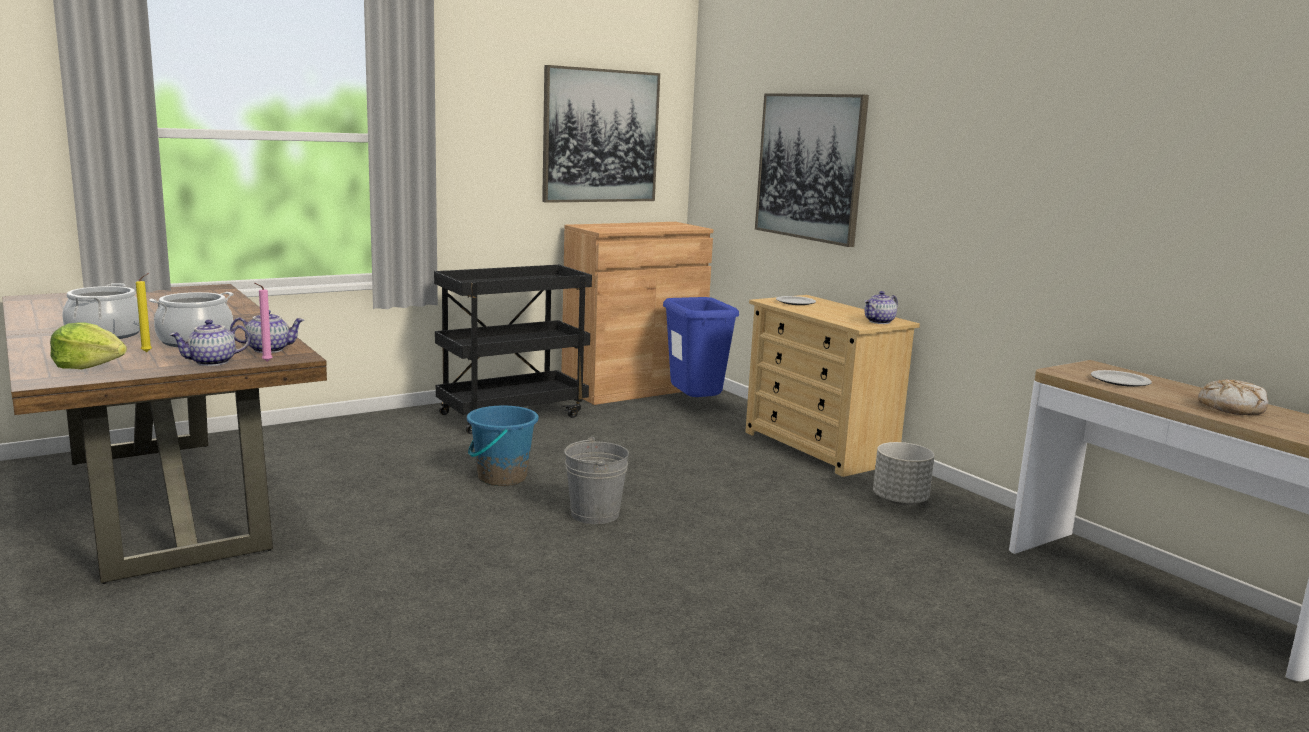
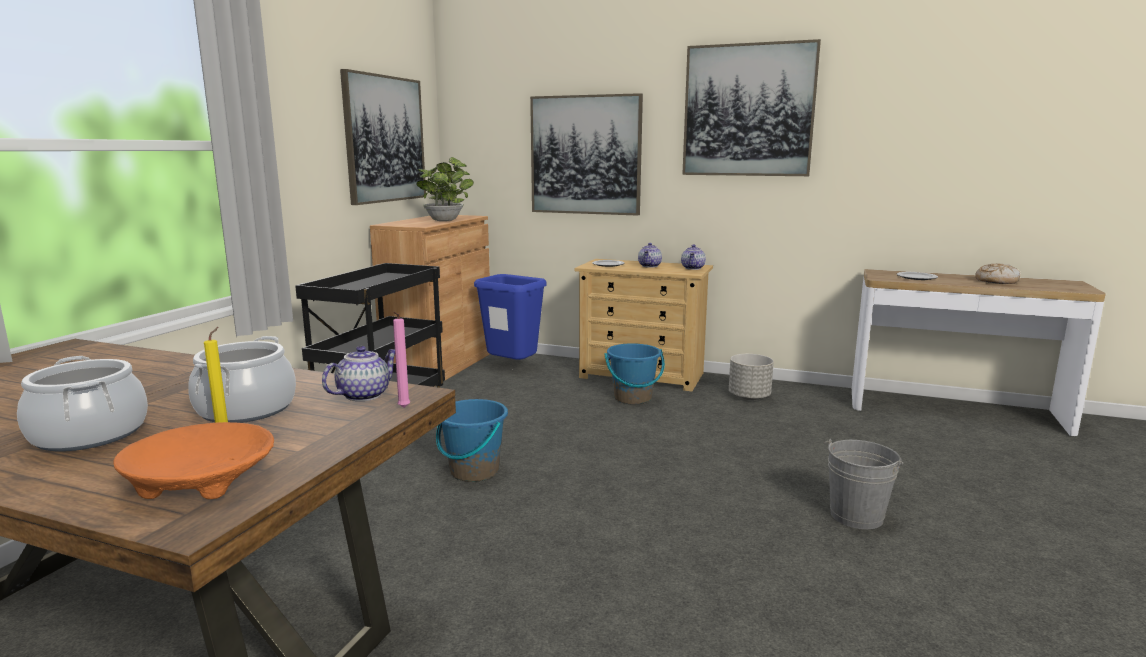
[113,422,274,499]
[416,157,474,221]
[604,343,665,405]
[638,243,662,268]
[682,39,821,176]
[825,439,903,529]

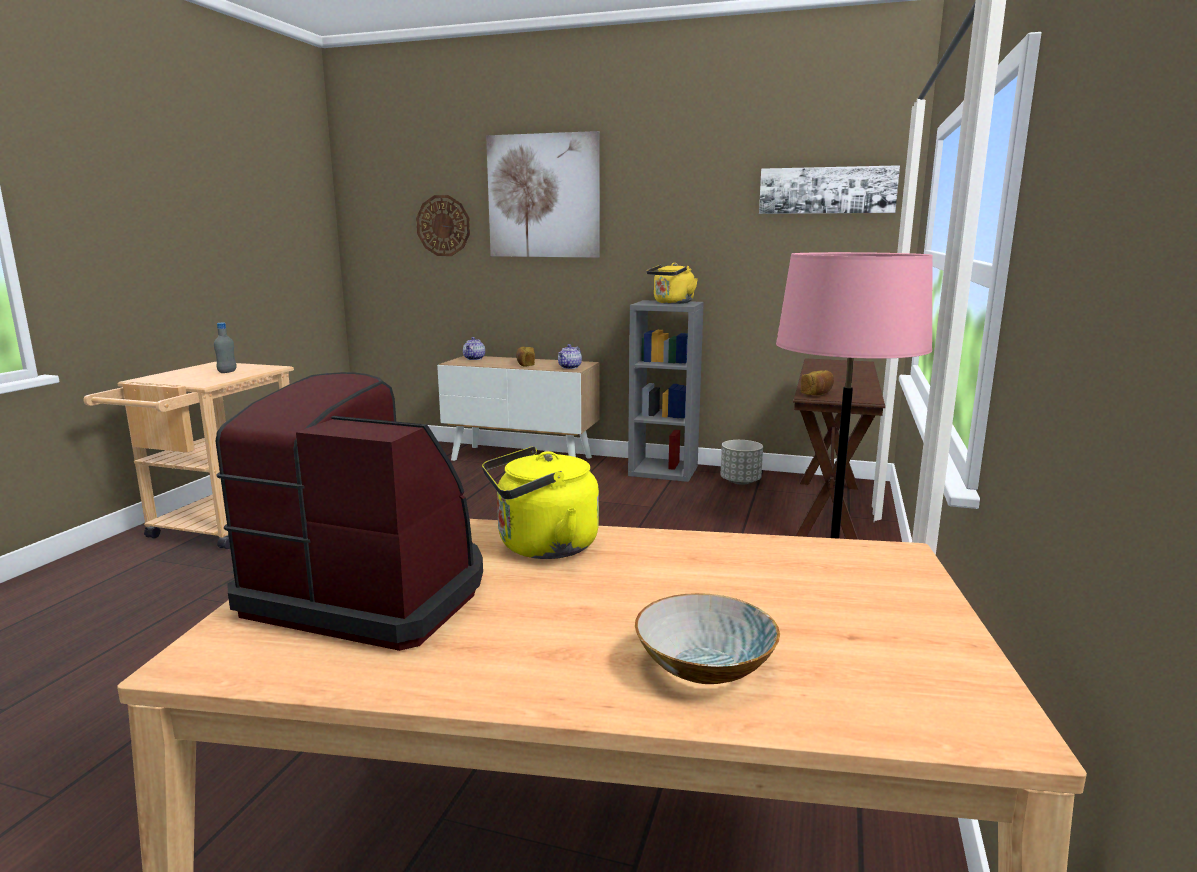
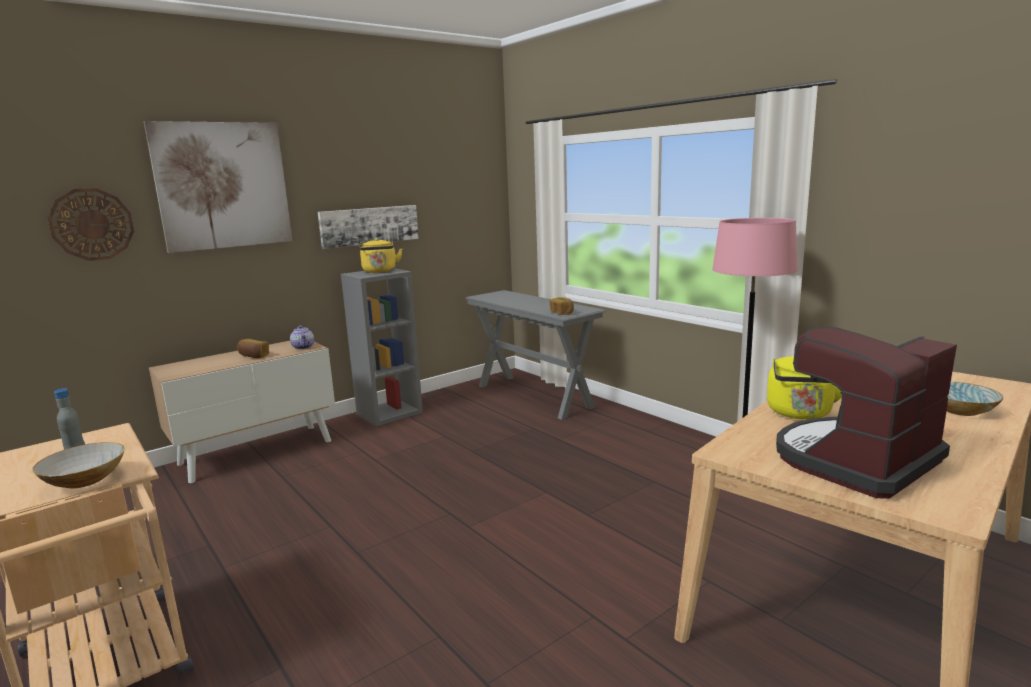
[32,442,125,489]
[318,205,419,249]
[465,290,606,420]
[463,337,485,360] (first image)
[720,440,763,485] (first image)

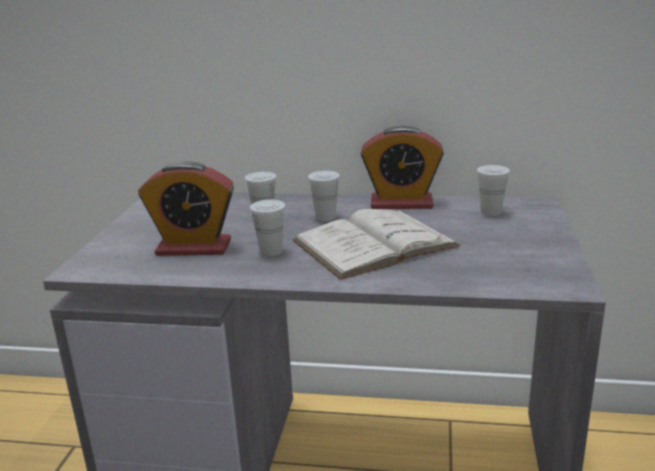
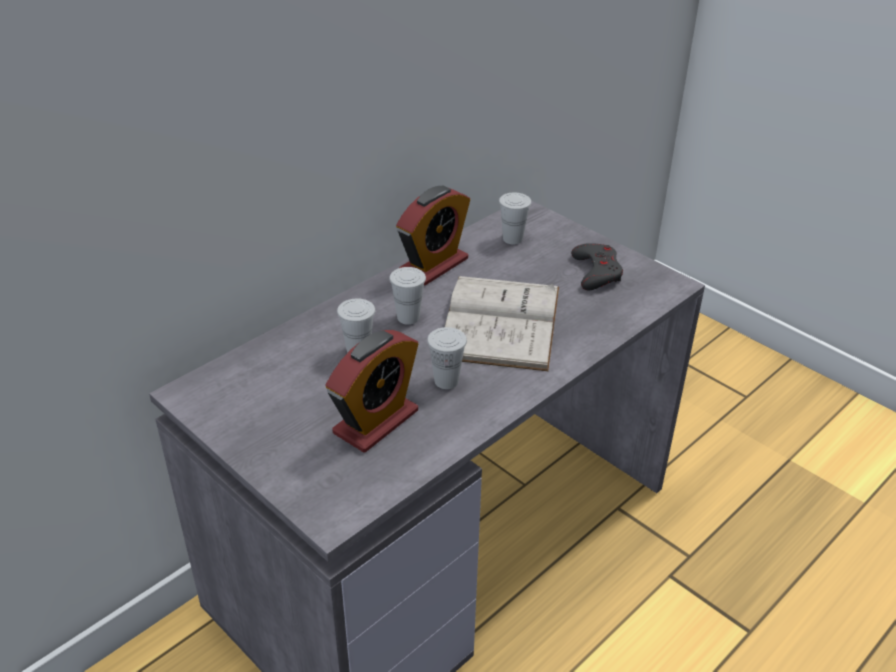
[571,243,623,291]

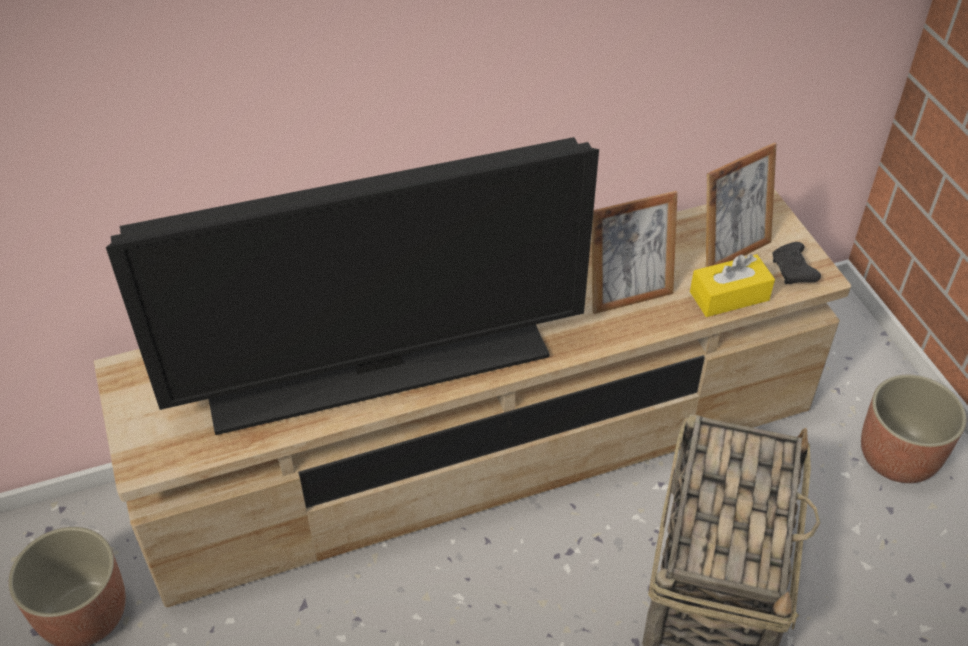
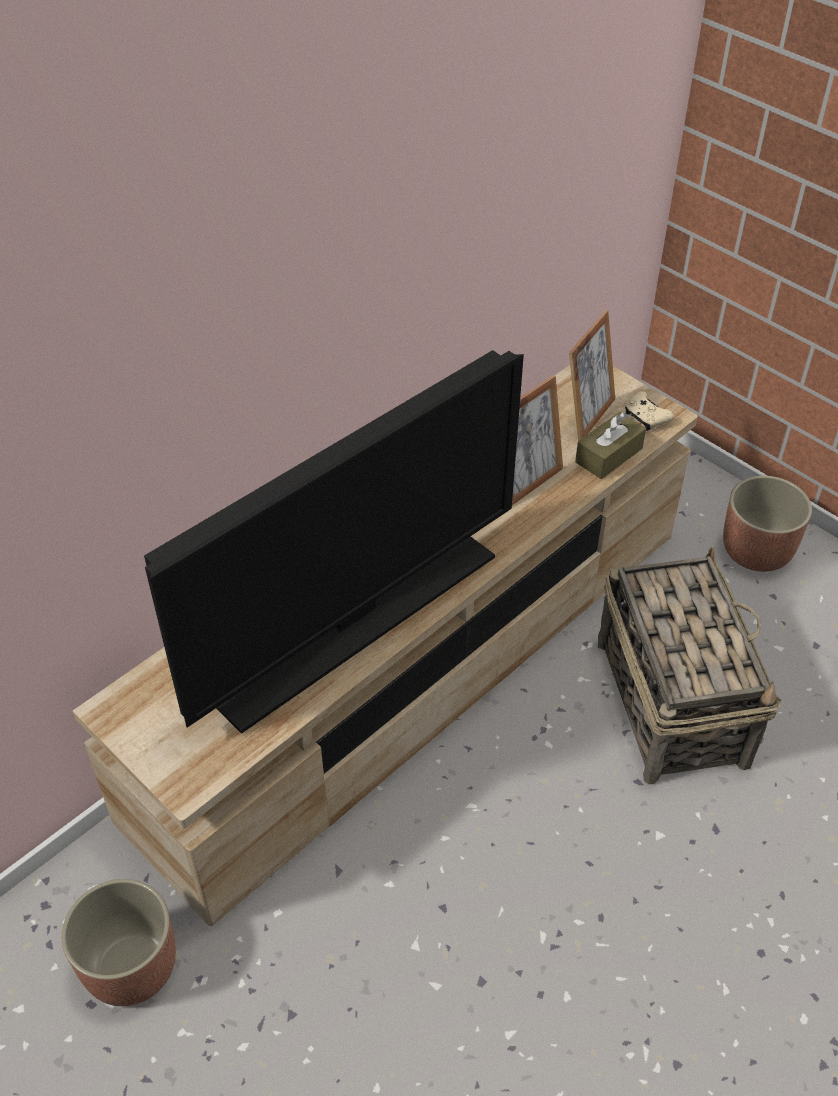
[575,412,646,479]
[625,391,674,431]

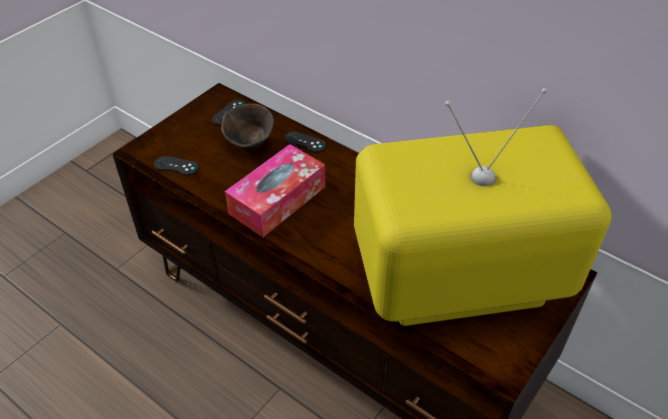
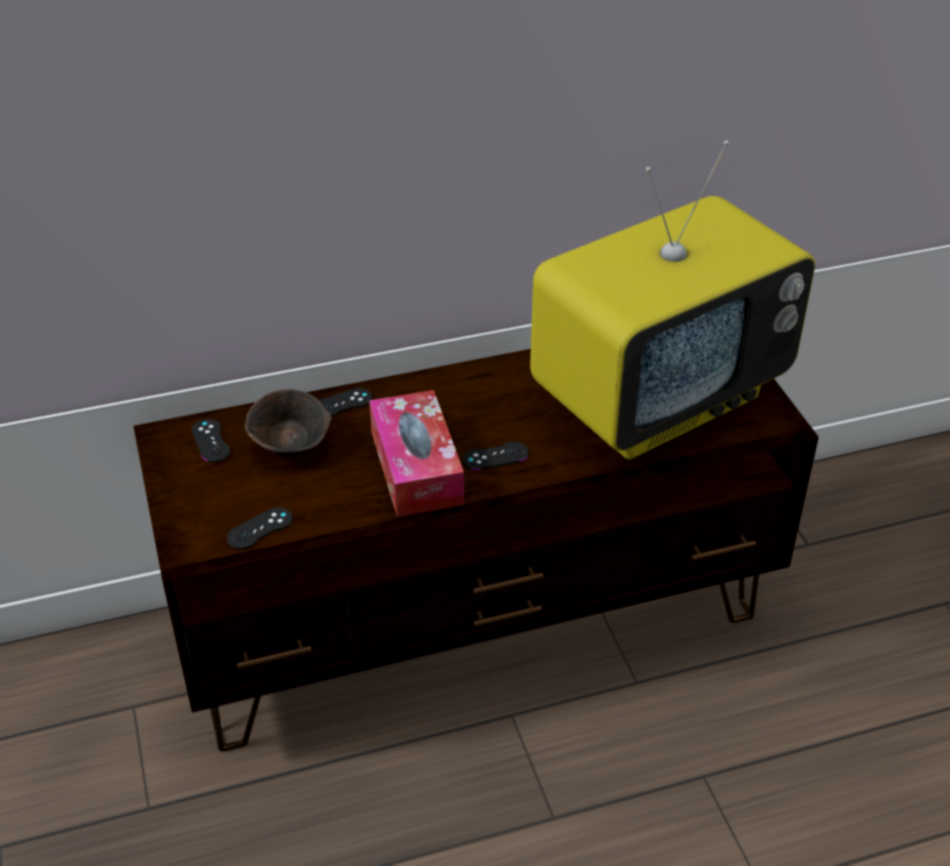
[463,442,529,470]
[530,140,815,459]

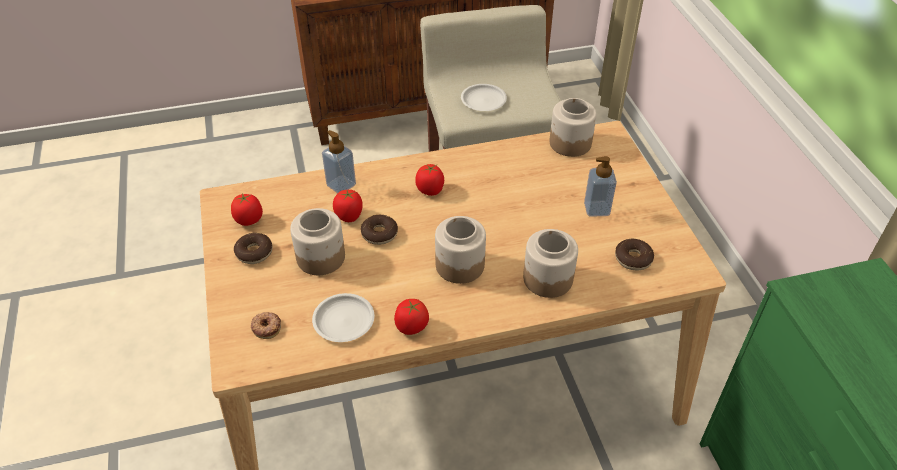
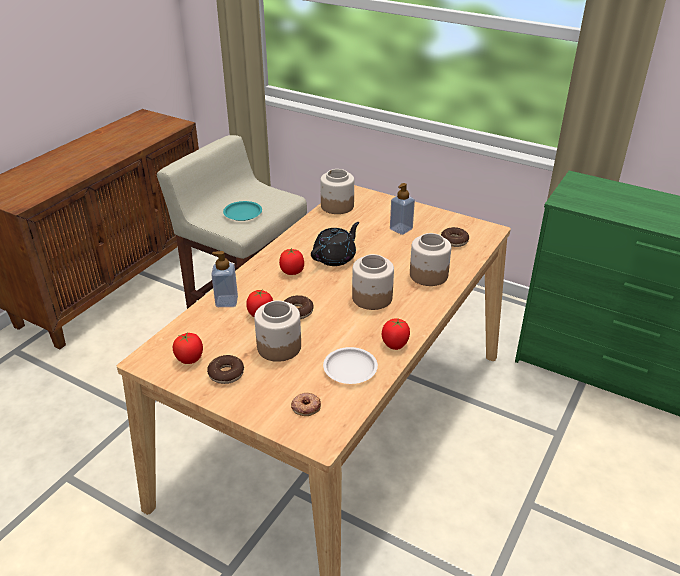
[223,201,262,221]
[311,222,359,266]

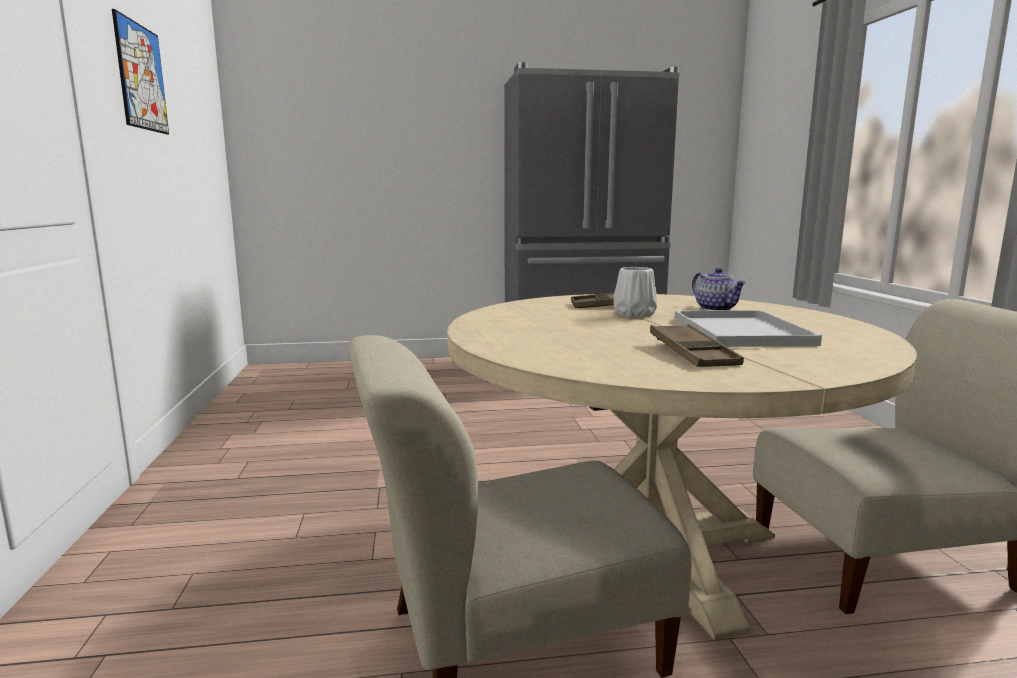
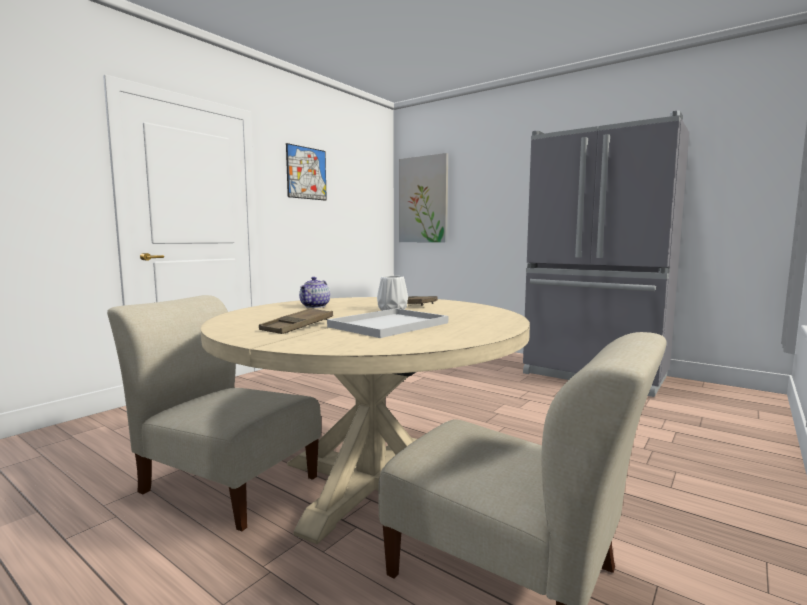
[299,277,330,308]
[399,153,448,243]

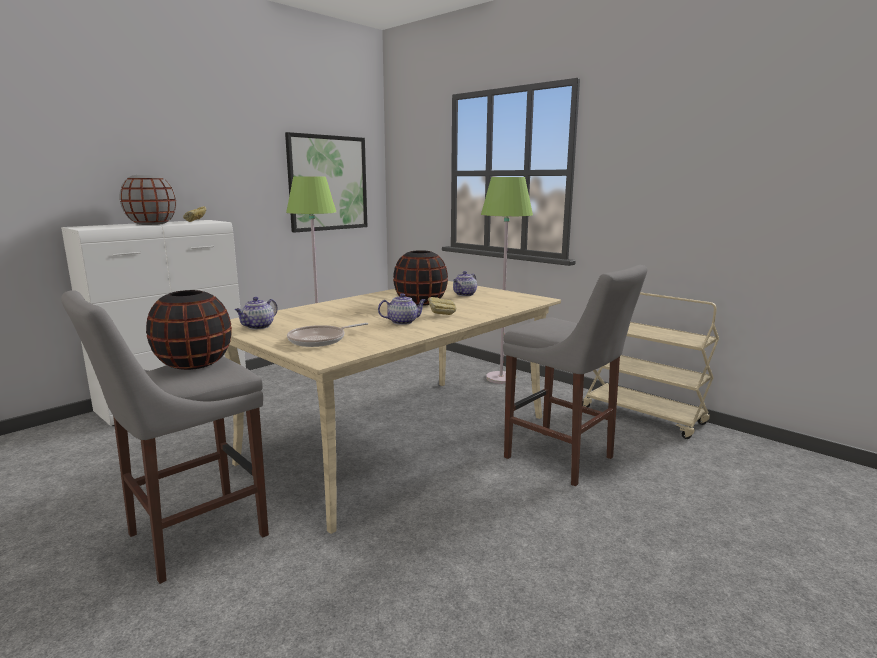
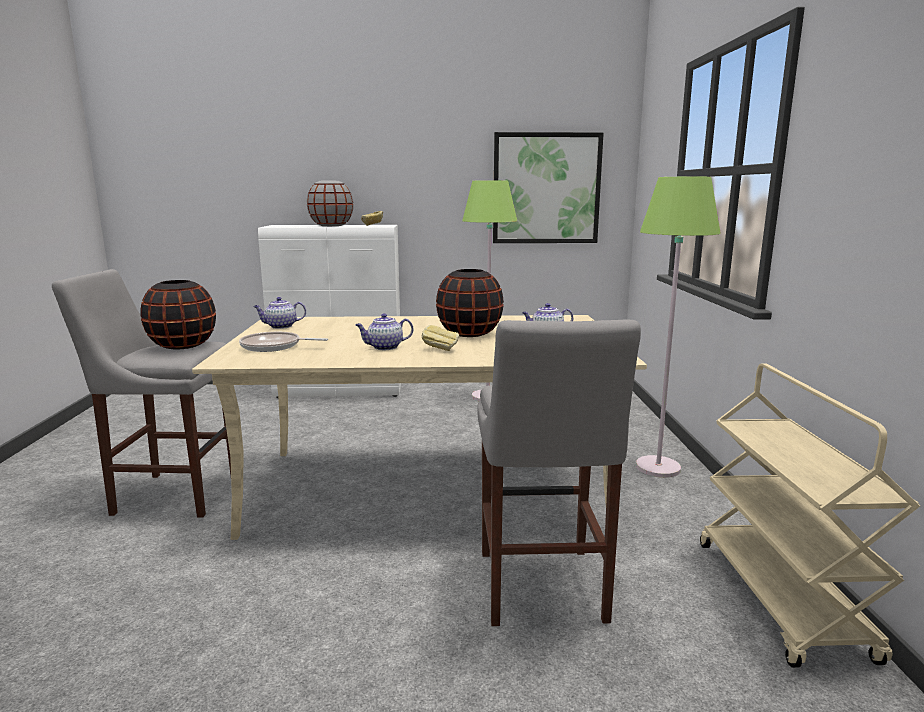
[356,314,413,350]

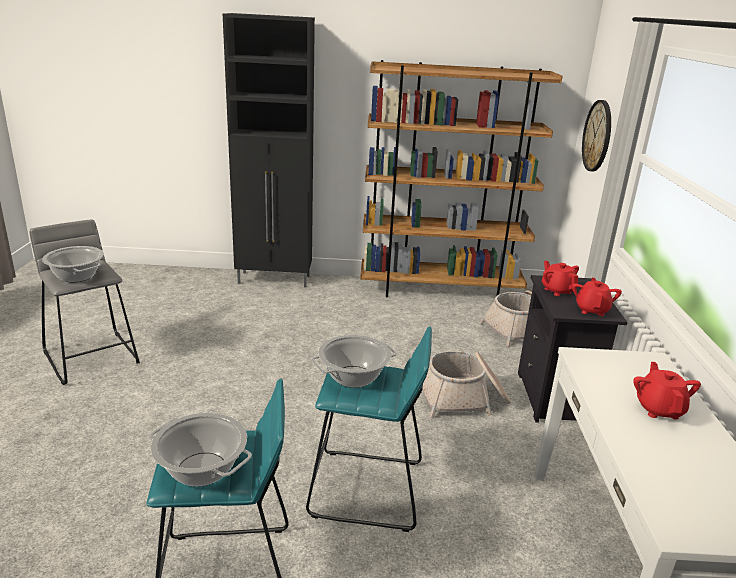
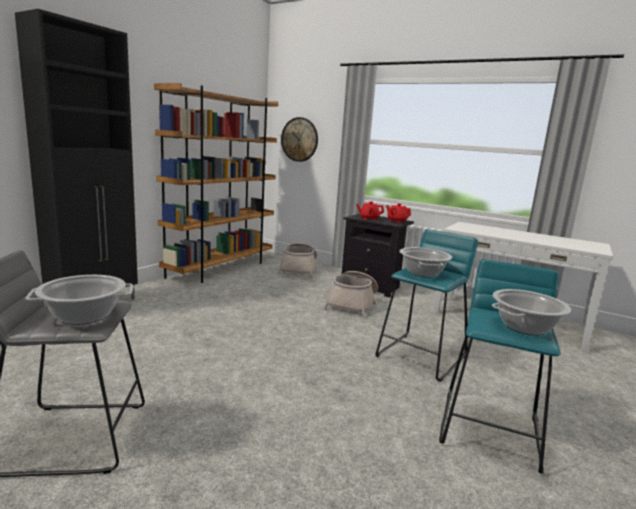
[633,362,701,420] (first image)

